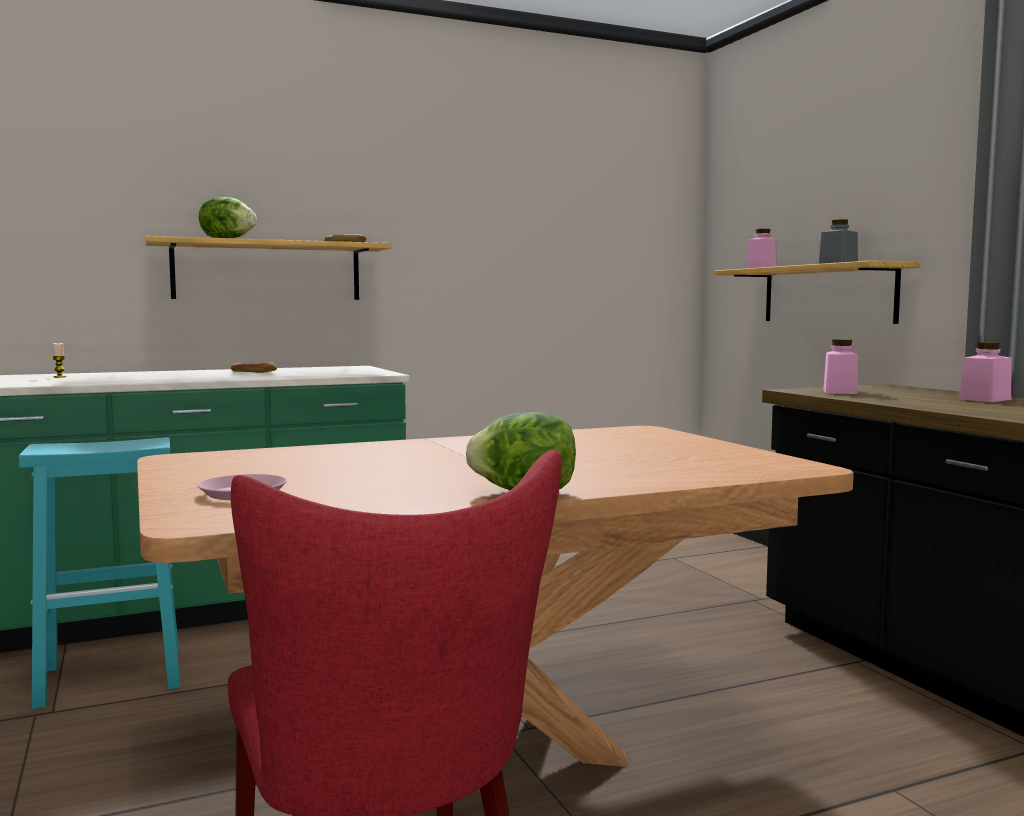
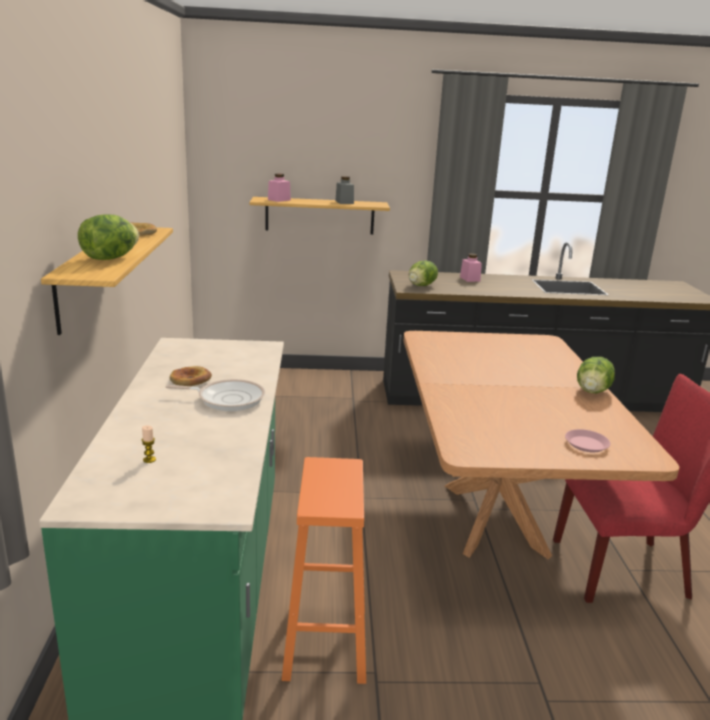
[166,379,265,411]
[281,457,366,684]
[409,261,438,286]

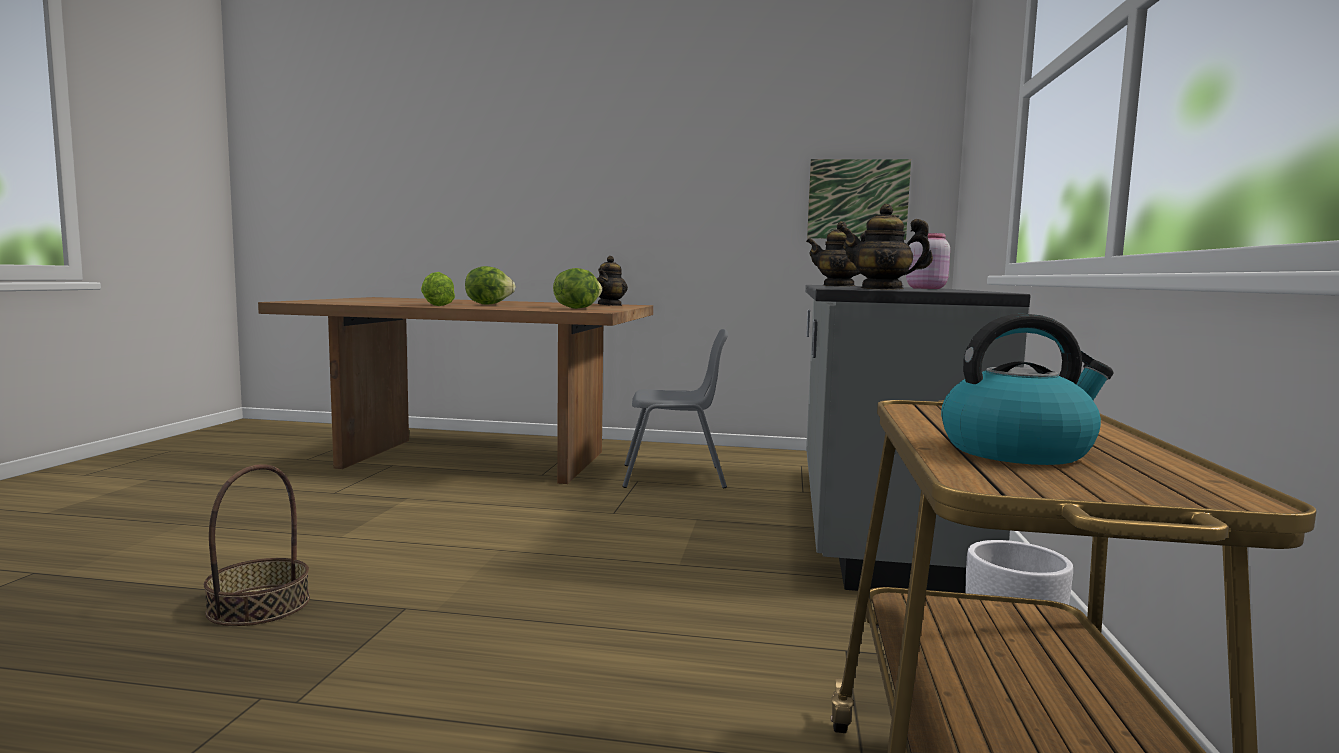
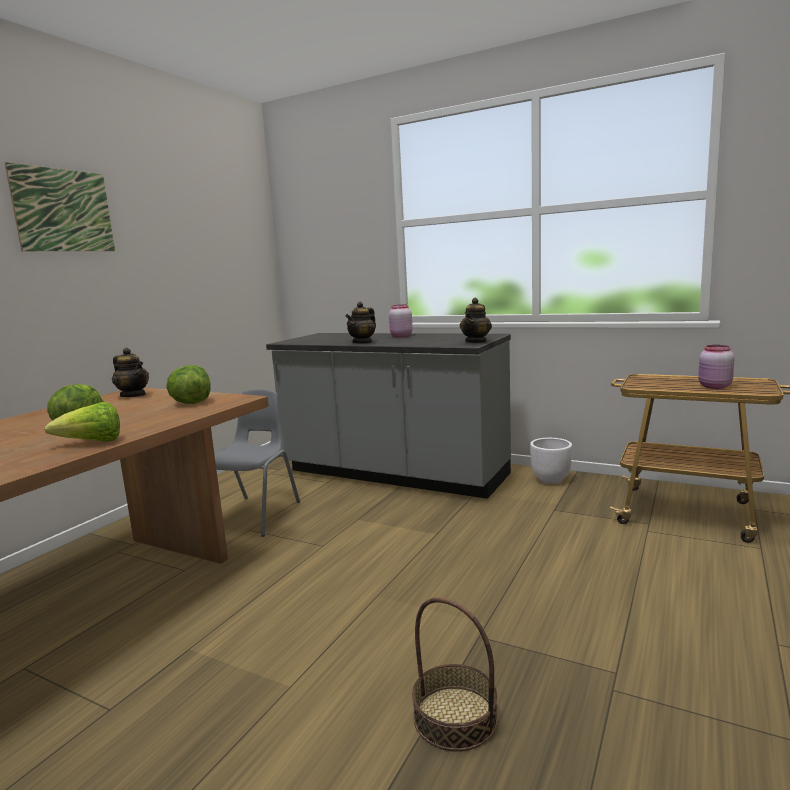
[5,162,115,251]
[698,345,735,389]

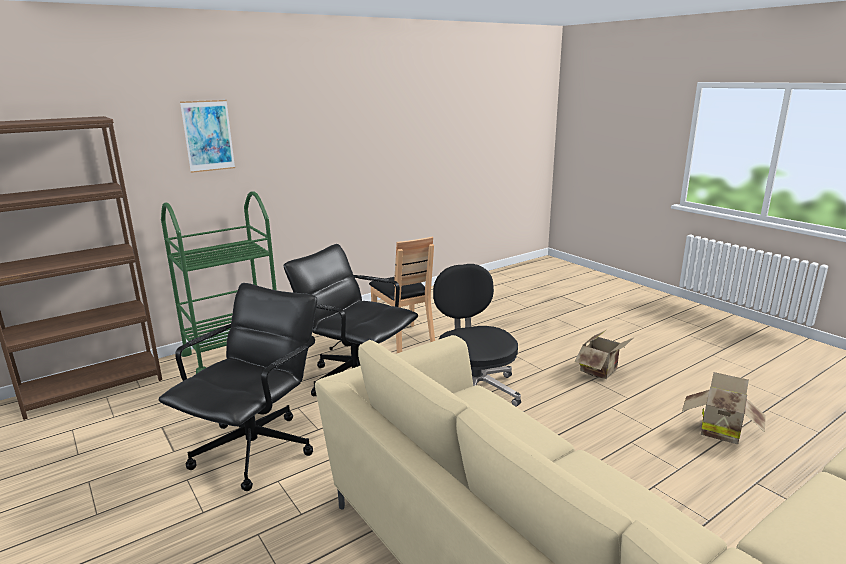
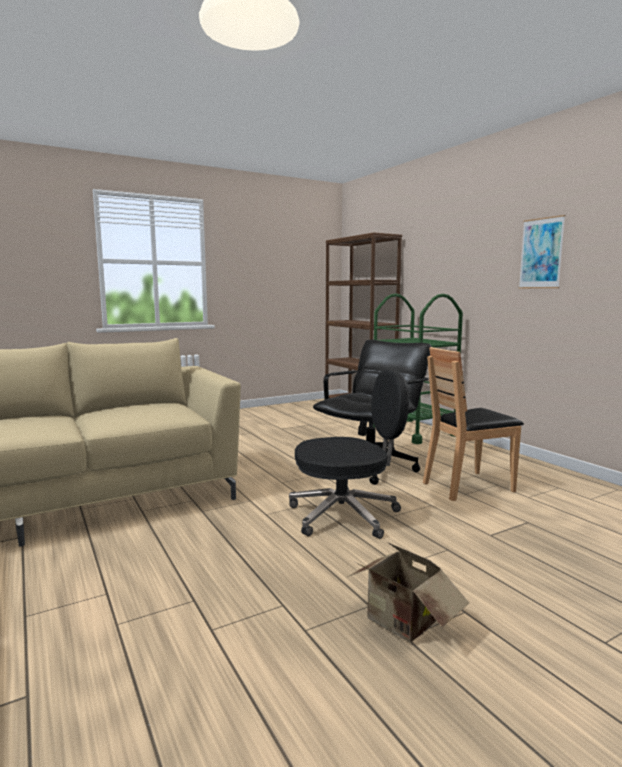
[519,215,565,288]
[159,283,317,491] (first image)
[682,372,766,445] (first image)

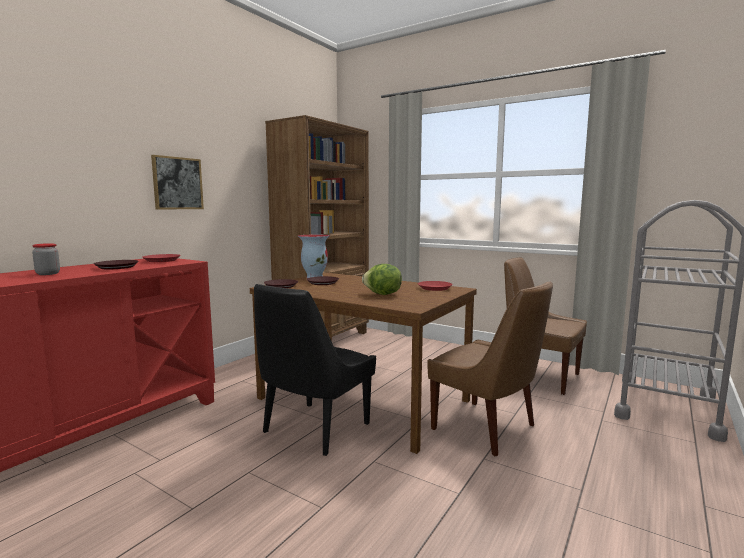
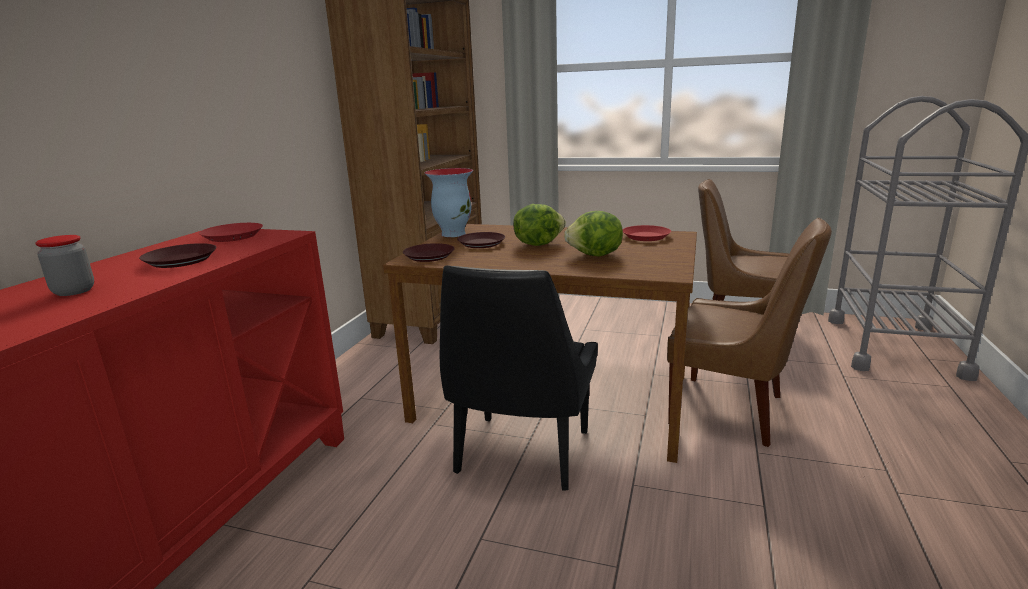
[513,204,566,246]
[151,155,204,210] (first image)

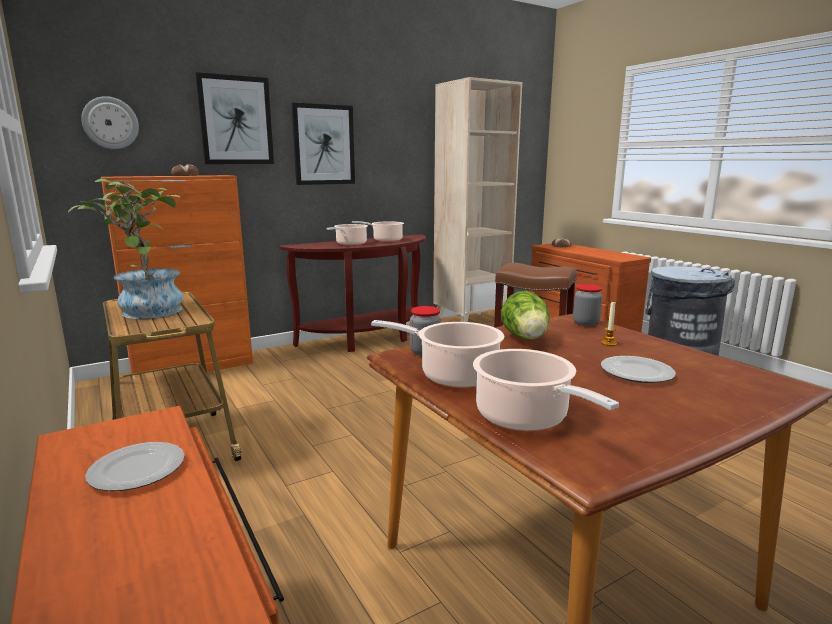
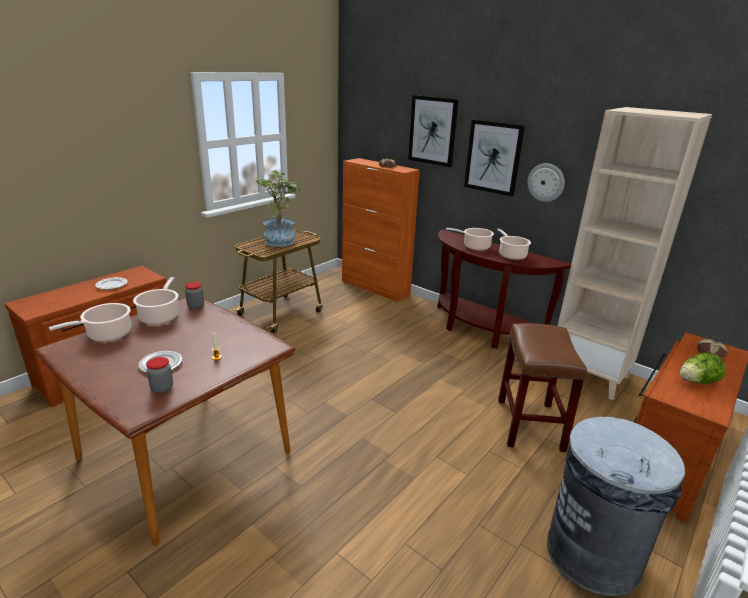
[146,357,173,393]
[527,163,565,202]
[680,353,726,384]

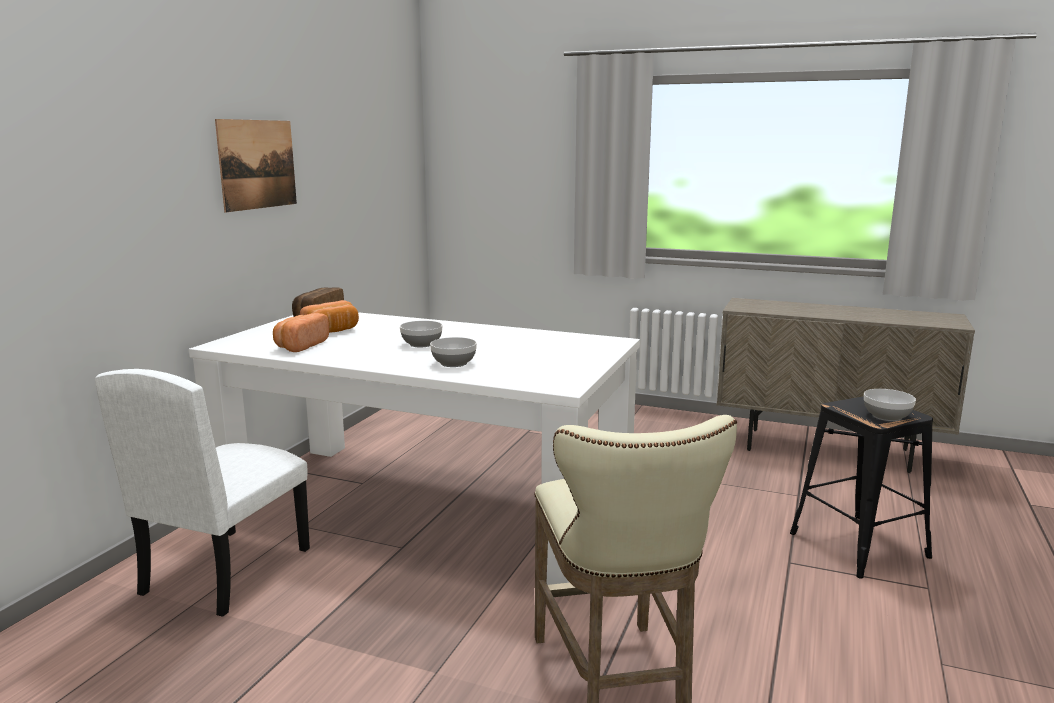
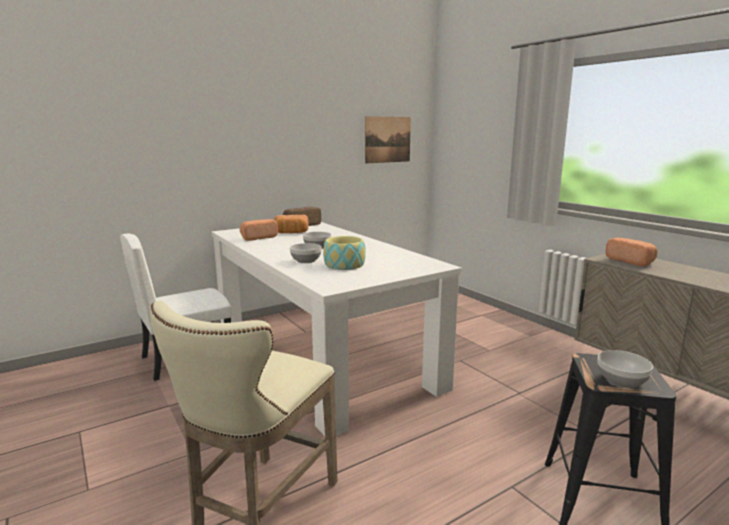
[323,236,366,270]
[365,116,411,163]
[606,238,657,266]

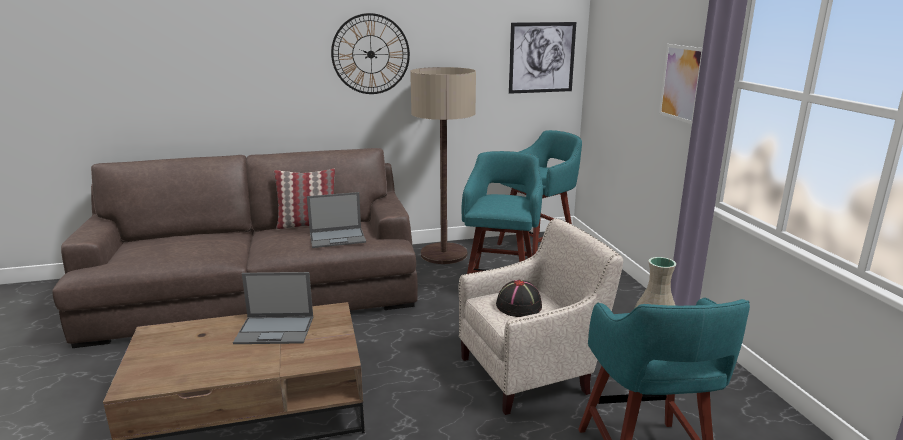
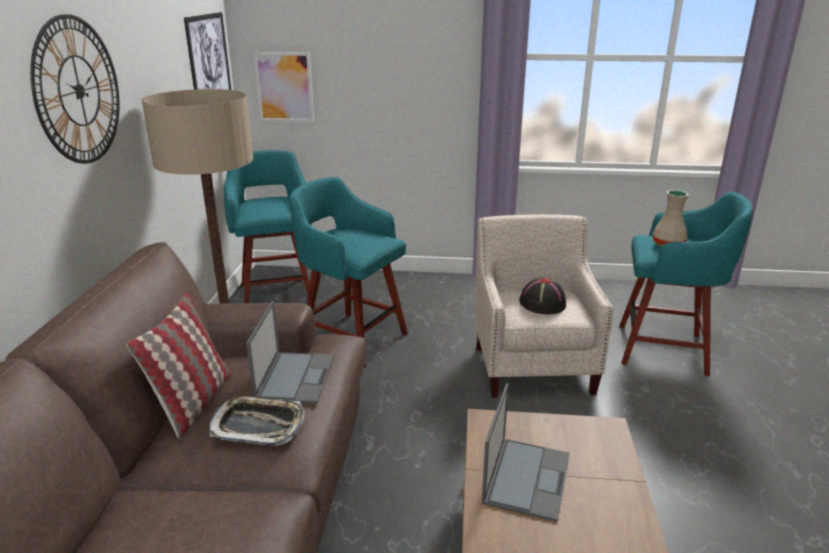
[209,396,305,446]
[253,52,314,122]

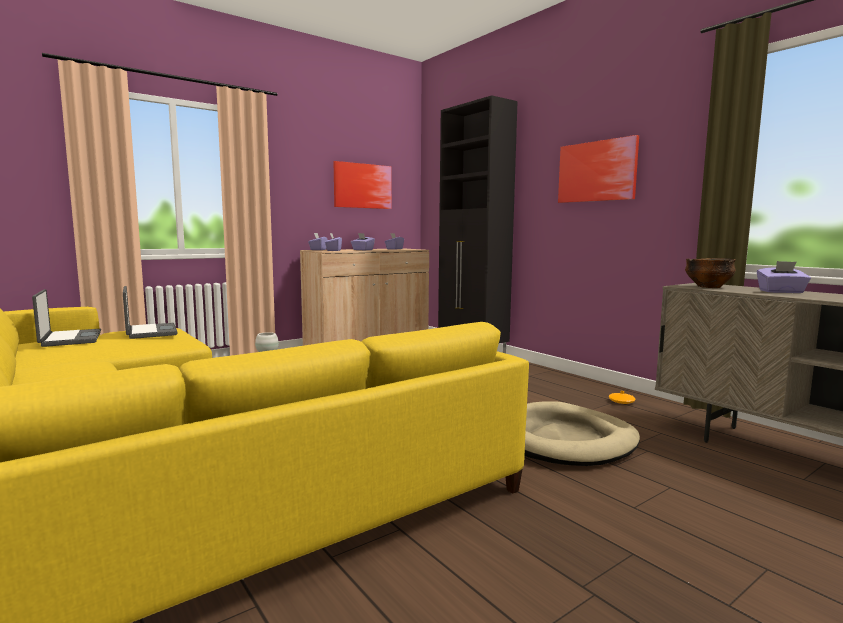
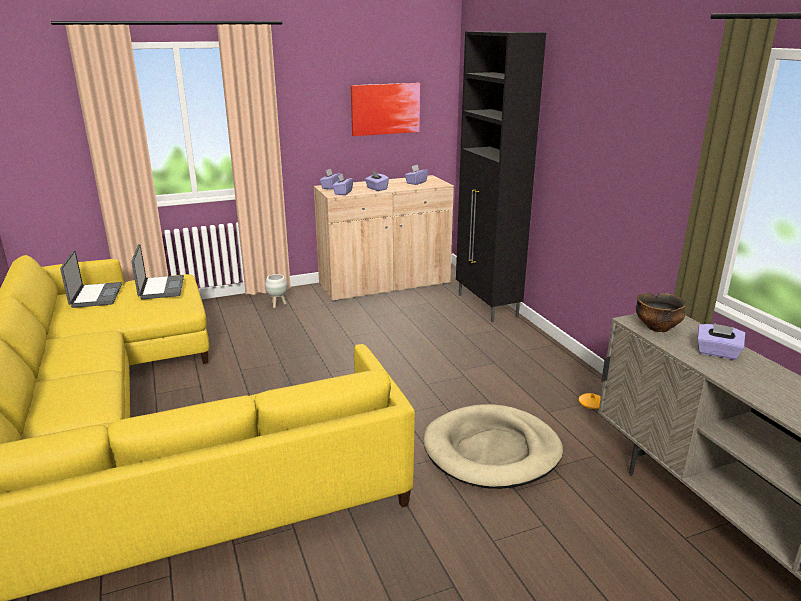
[558,135,639,203] (first image)

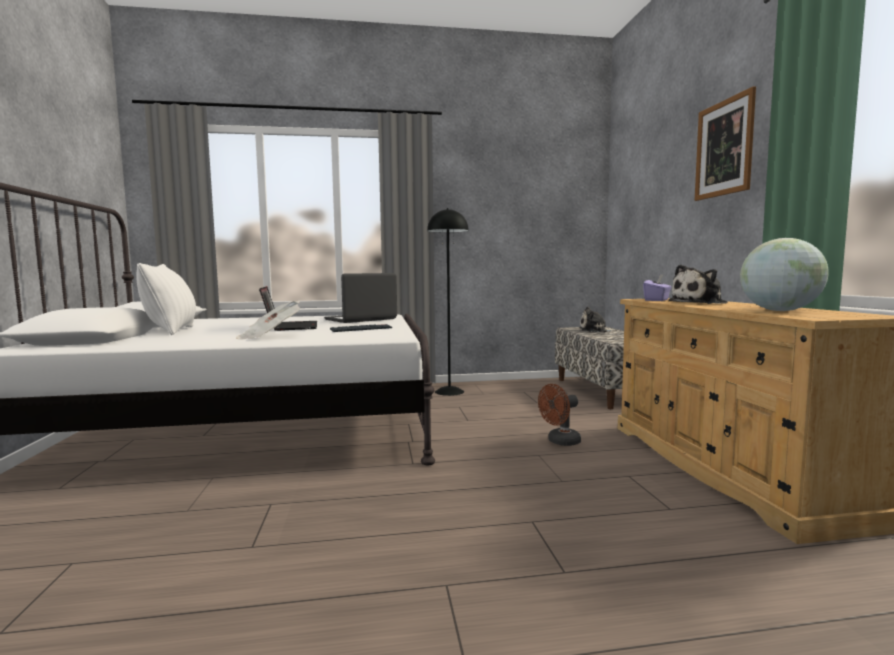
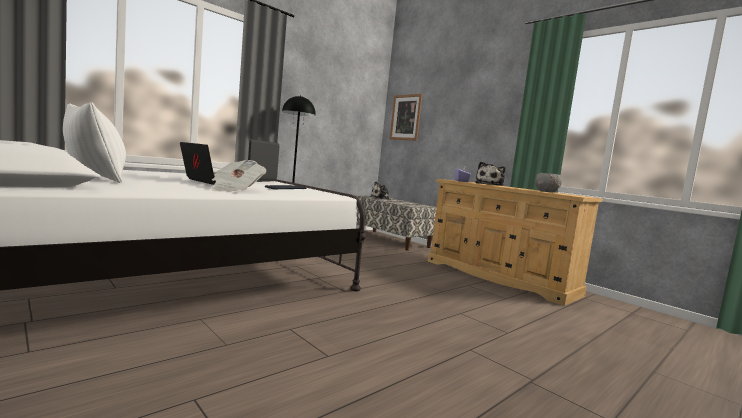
[390,94,423,141]
[535,173,562,193]
[538,384,581,446] (first image)

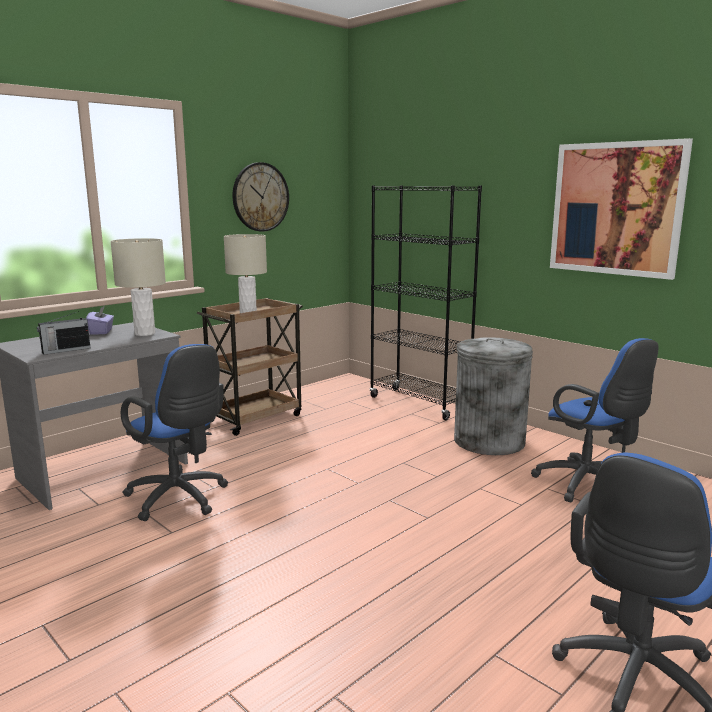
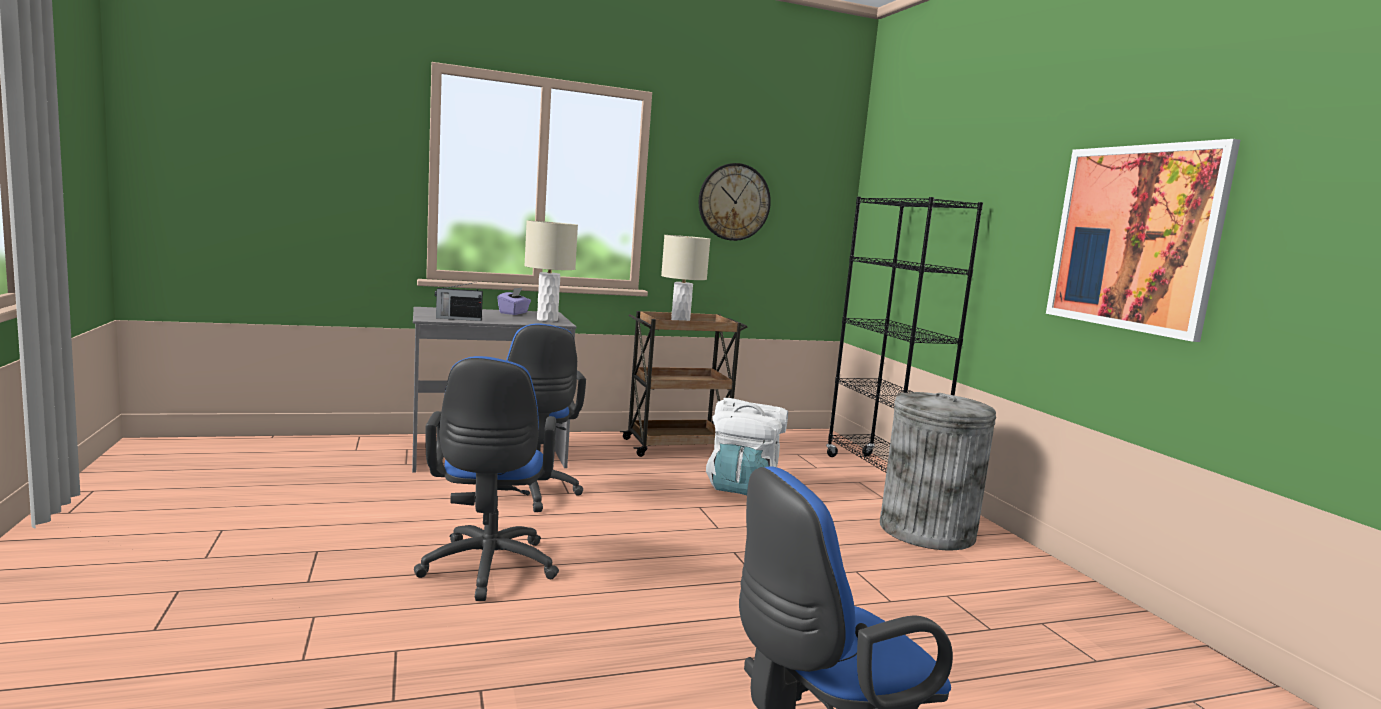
[414,356,559,601]
[706,398,788,495]

